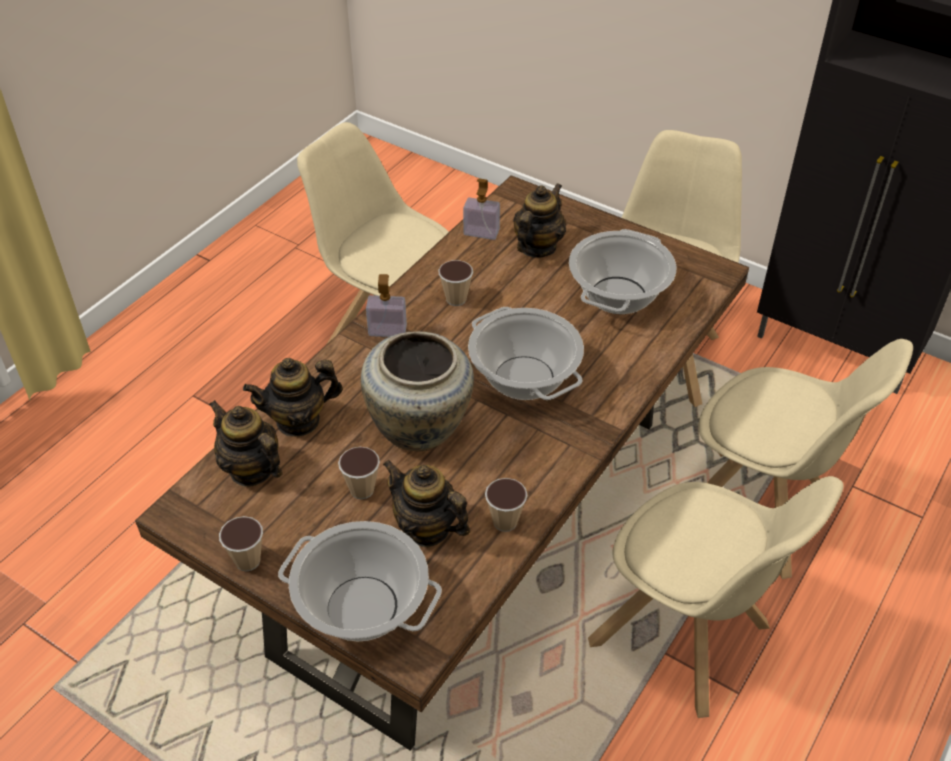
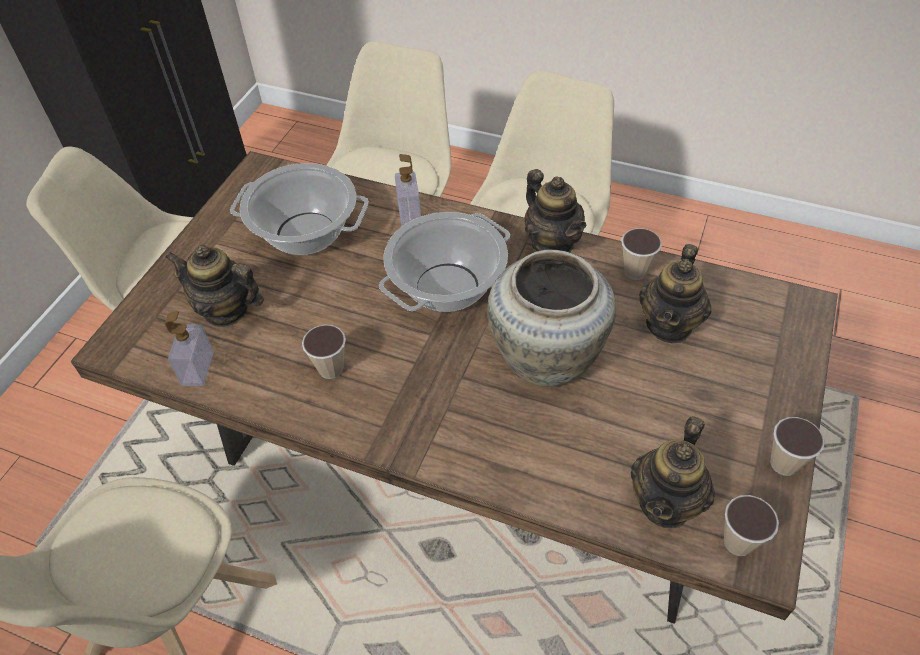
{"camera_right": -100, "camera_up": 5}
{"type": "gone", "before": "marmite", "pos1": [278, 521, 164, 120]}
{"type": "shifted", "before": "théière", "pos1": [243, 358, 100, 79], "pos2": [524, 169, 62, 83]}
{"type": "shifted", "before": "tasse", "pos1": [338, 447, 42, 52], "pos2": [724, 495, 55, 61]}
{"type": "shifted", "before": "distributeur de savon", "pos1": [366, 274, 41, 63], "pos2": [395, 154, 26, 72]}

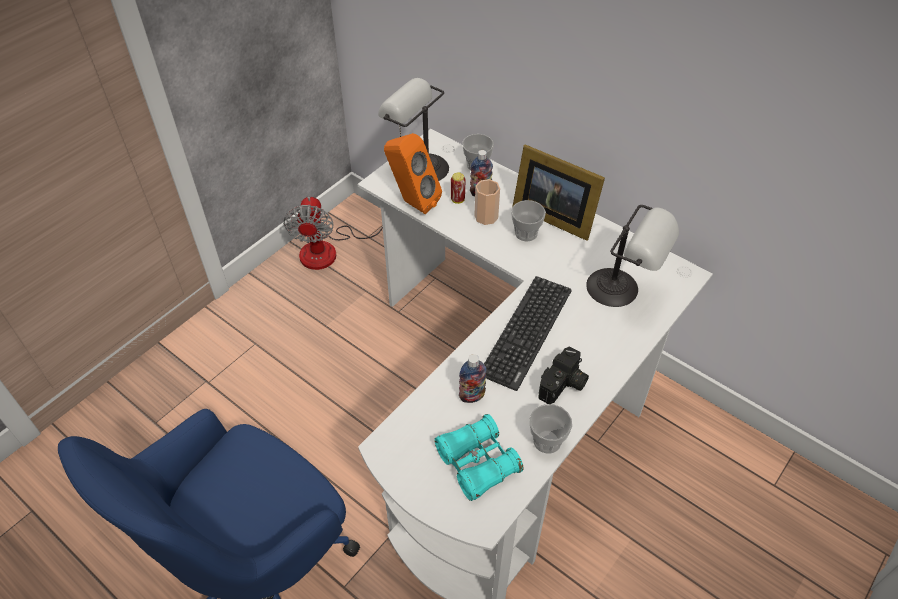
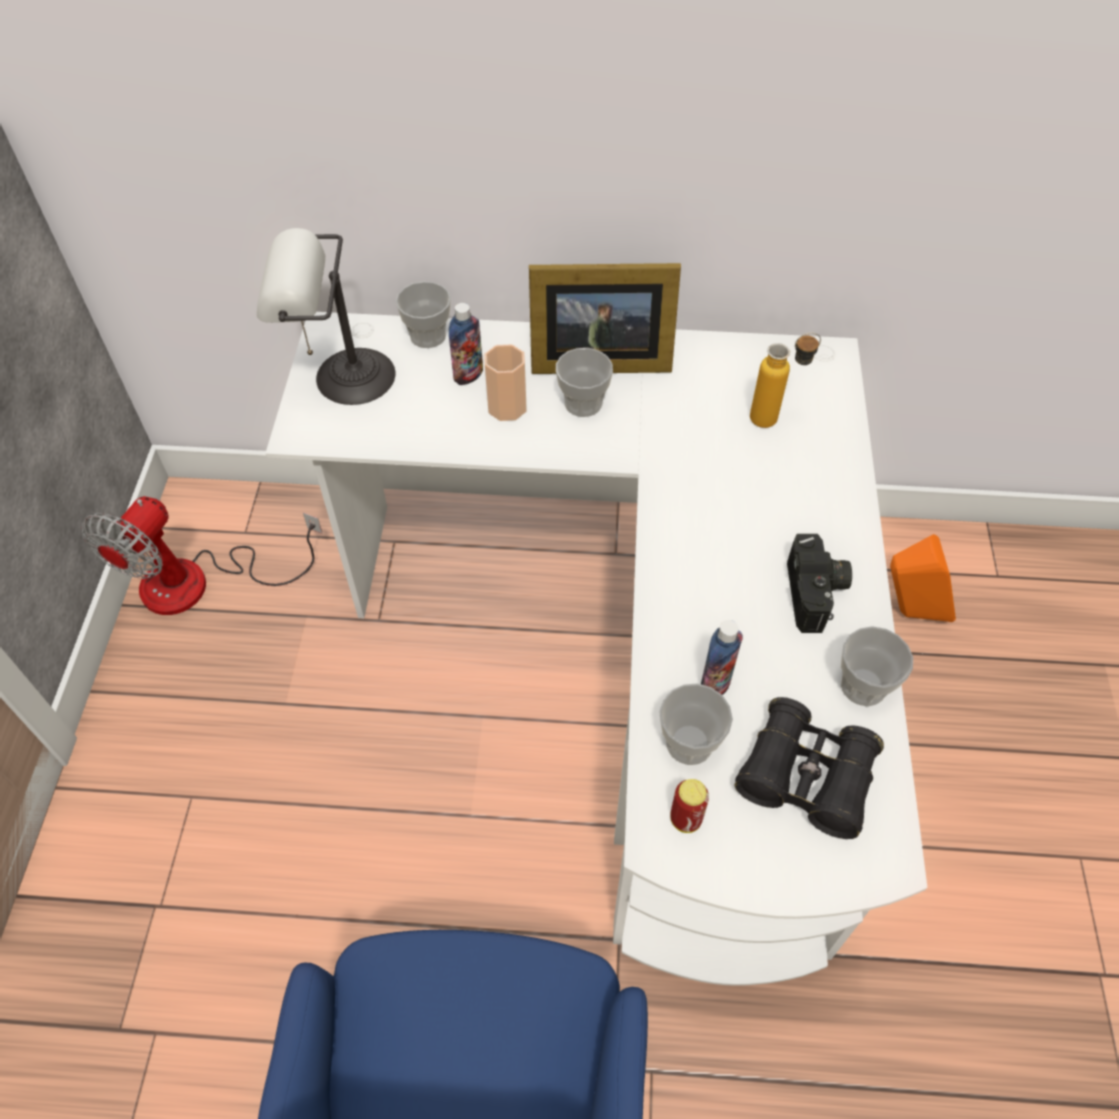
{"camera_right": -35, "camera_up": 5}
{"type": "gone", "before": "clavier", "pos1": [484, 276, 88, 115]}
{"type": "new", "after": "tasse", "pos2": [659, 683, 74, 82]}
{"type": "shifted", "before": "enceinte/orange", "pos1": [384, 133, 58, 81], "pos2": [890, 534, 66, 88]}
{"type": "shifted", "before": "boîte métallique", "pos1": [451, 173, 14, 31], "pos2": [670, 779, 39, 54]}
{"type": "swapped", "before": "lampe de table", "after": "bouteille", "pos1": [586, 205, 93, 102], "pos2": [750, 332, 71, 96]}
{"type": "repainted", "before": "jumelles/turquoise", "after": "jumelles/noir", "pos1": [434, 414, 90, 87], "pos2": [735, 697, 149, 142]}
{"type": "rotated", "before": "ventilateur", "pos1": [283, 197, 100, 73], "pos2": [82, 496, 241, 119], "turn": 60}

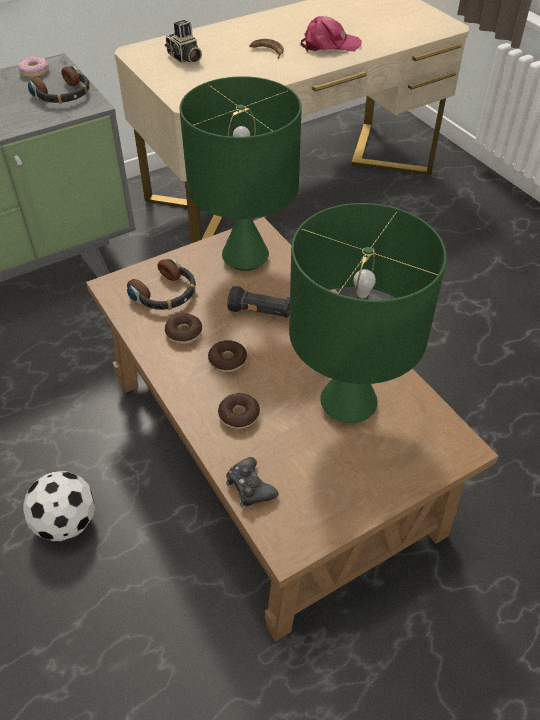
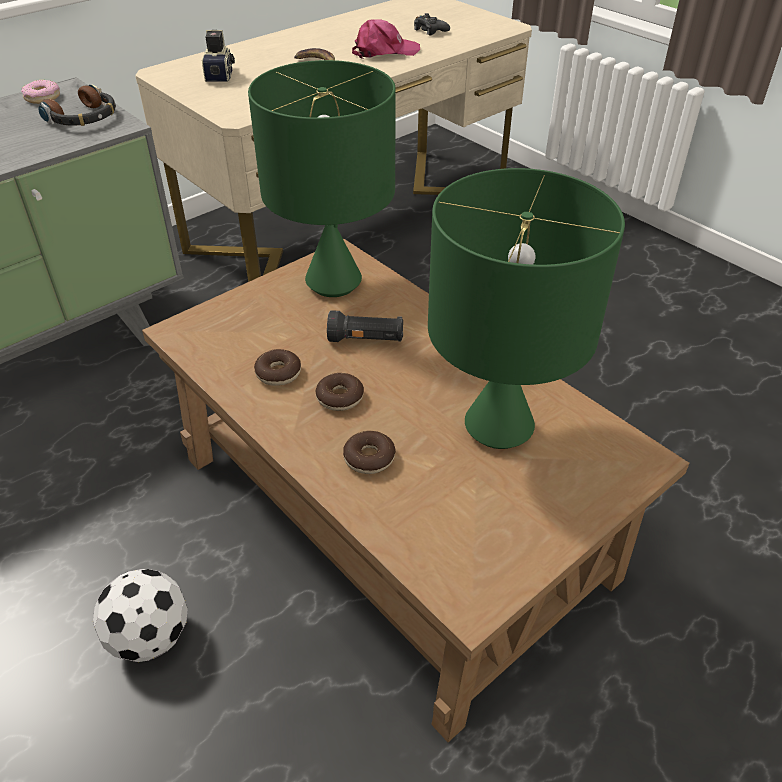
{"camera_right": -10, "camera_up": -5}
{"type": "gone", "before": "casque audio", "pos1": [127, 259, 69, 51]}
{"type": "shifted", "before": "manette/noir", "pos1": [226, 457, 53, 50], "pos2": [414, 13, 36, 22]}
{"type": "rotated", "before": "appareil photo", "pos1": [165, 20, 37, 44], "pos2": [202, 30, 33, 52], "turn": -135}

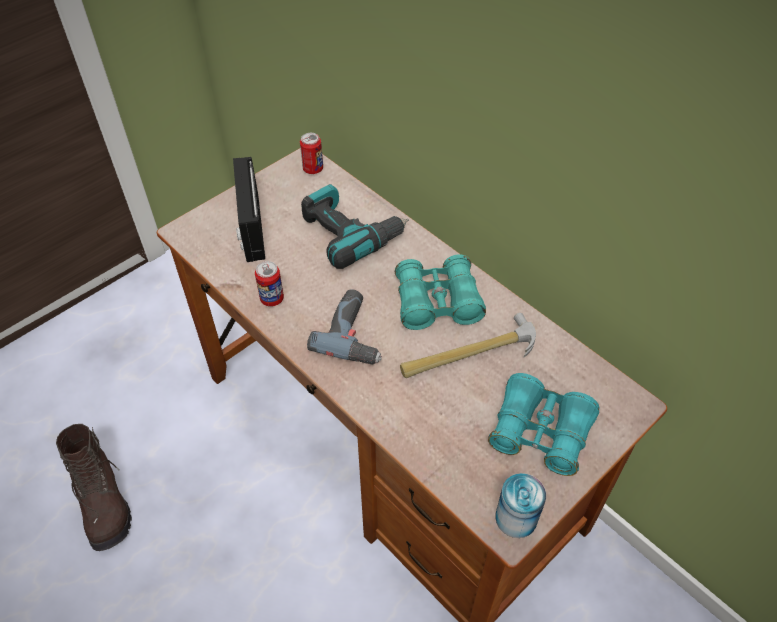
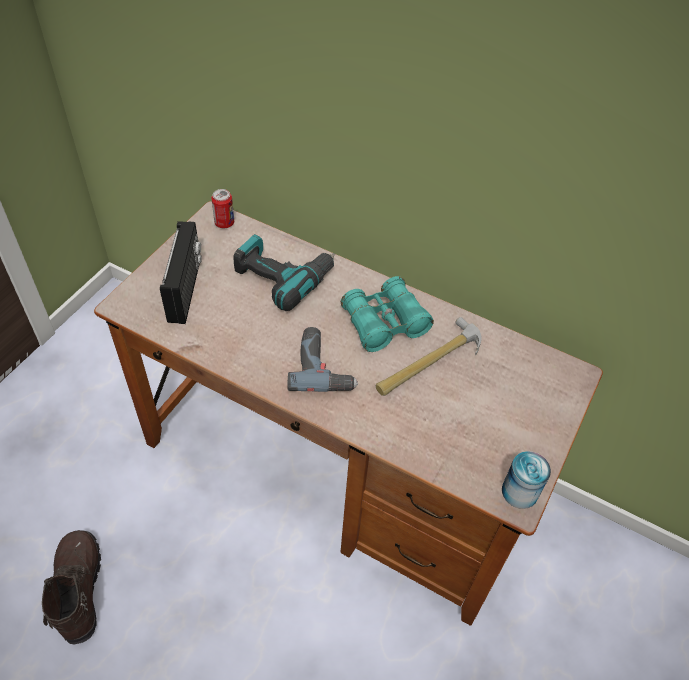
{"camera_right": -20, "camera_up": 0}
{"type": "gone", "before": "boîte métallique", "pos1": [255, 261, 29, 46]}
{"type": "gone", "before": "jumelles/turquoise", "pos1": [488, 373, 111, 103]}
{"type": "rotated", "before": "botte/marron", "pos1": [56, 424, 76, 127], "pos2": [42, 530, 59, 115], "turn": -150}
{"type": "rotated", "before": "radio", "pos1": [233, 157, 32, 105], "pos2": [160, 221, 42, 103], "turn": -150}

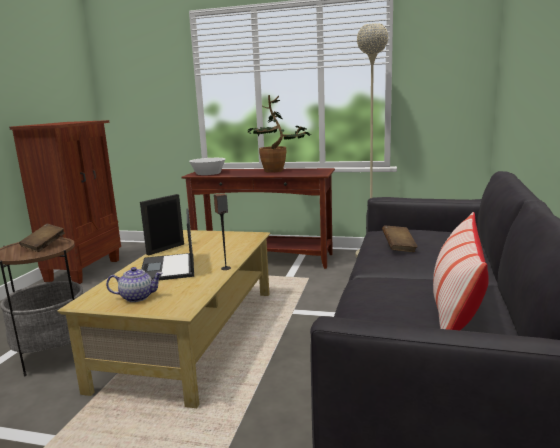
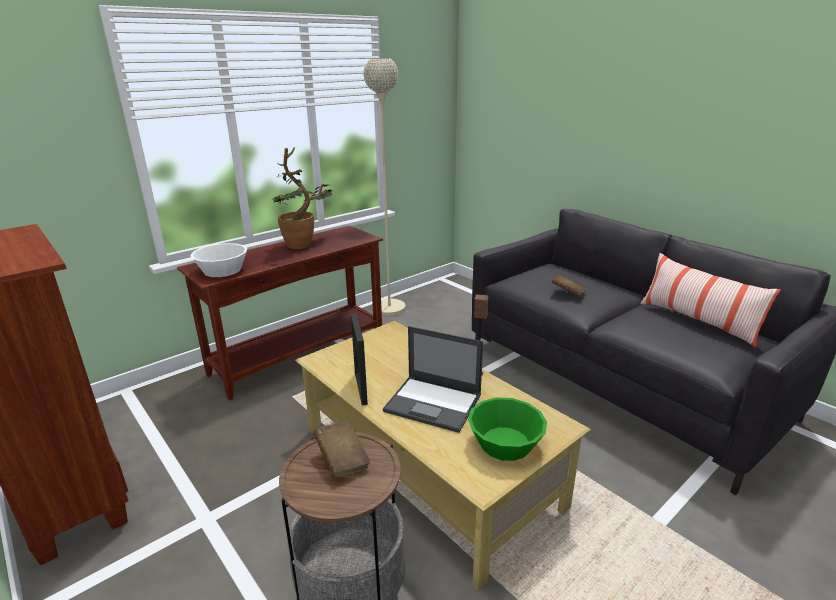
{"camera_right": -55, "camera_up": 10}
{"type": "swapped", "before": "théière", "after": "bol/vert", "pos1": [106, 267, 57, 35], "pos2": [468, 397, 79, 64]}

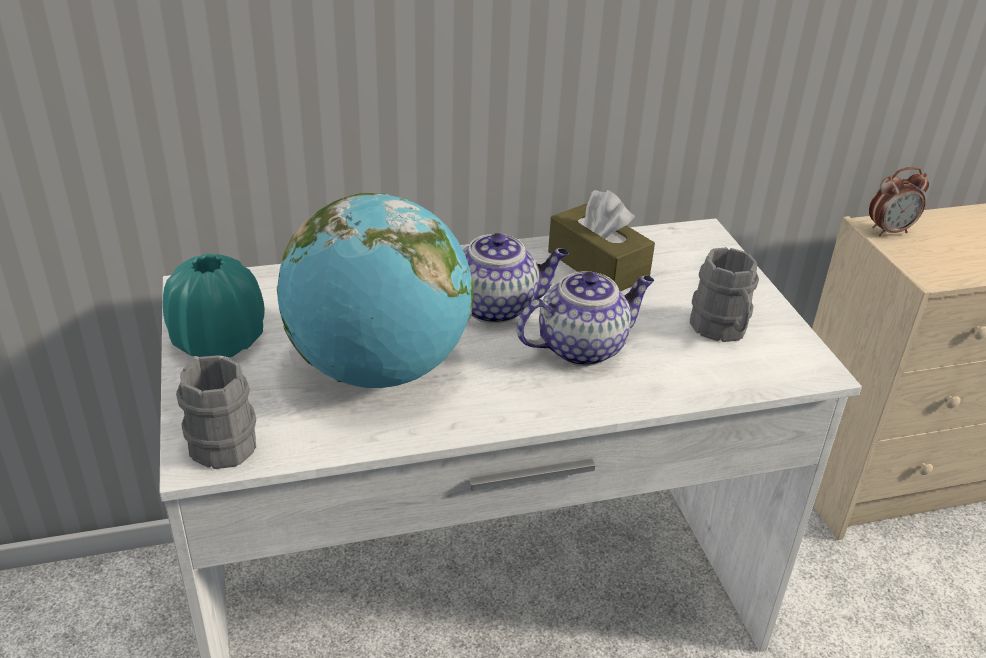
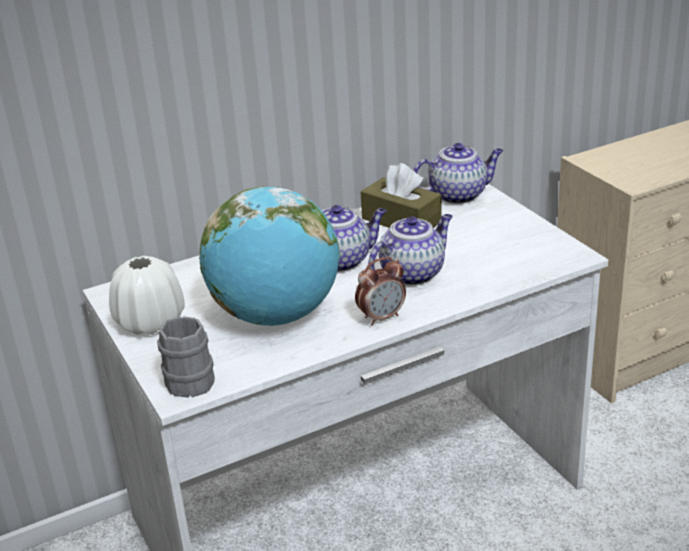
{"camera_right": -10, "camera_up": -5}
{"type": "gone", "before": "mug/gris", "pos1": [690, 247, 69, 95]}
{"type": "new", "after": "théière", "pos2": [413, 143, 90, 61]}
{"type": "shifted", "before": "réveil", "pos1": [869, 167, 60, 69], "pos2": [355, 257, 51, 69]}
{"type": "repainted", "before": "vase/turquoise", "after": "vase/blanc", "pos1": [163, 254, 102, 104], "pos2": [109, 256, 76, 79]}

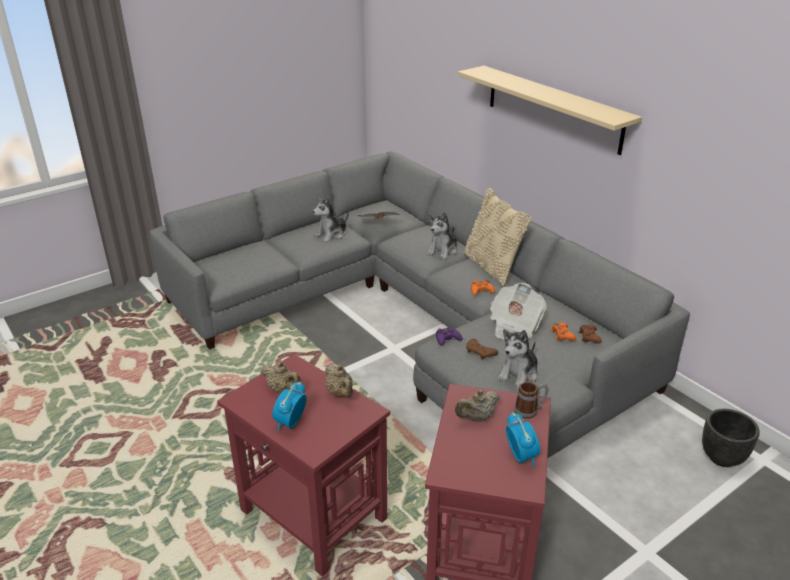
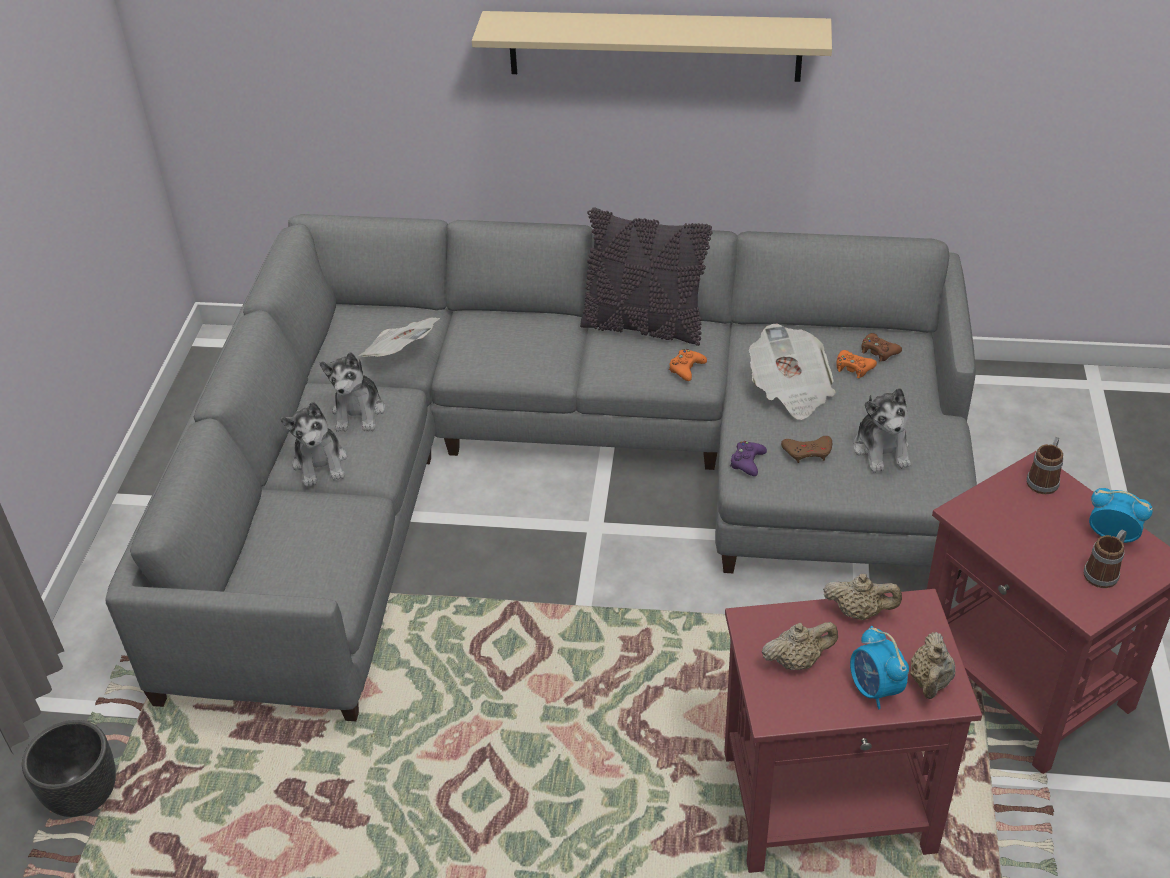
{"camera_right": -45, "camera_up": 10}
{"type": "new", "after": "mug", "pos2": [1084, 529, 43, 59]}
{"type": "shifted", "before": "peluche", "pos1": [427, 212, 31, 48], "pos2": [280, 402, 67, 85]}
{"type": "shifted", "before": "théière/beige", "pos1": [455, 390, 45, 32], "pos2": [910, 632, 45, 67]}
{"type": "shifted", "before": "cache-pot/noir", "pos1": [702, 409, 58, 58], "pos2": [22, 720, 94, 97]}
{"type": "repainted", "before": "coussin/beige", "after": "coussin/noir", "pos1": [464, 188, 68, 99], "pos2": [580, 207, 133, 139]}

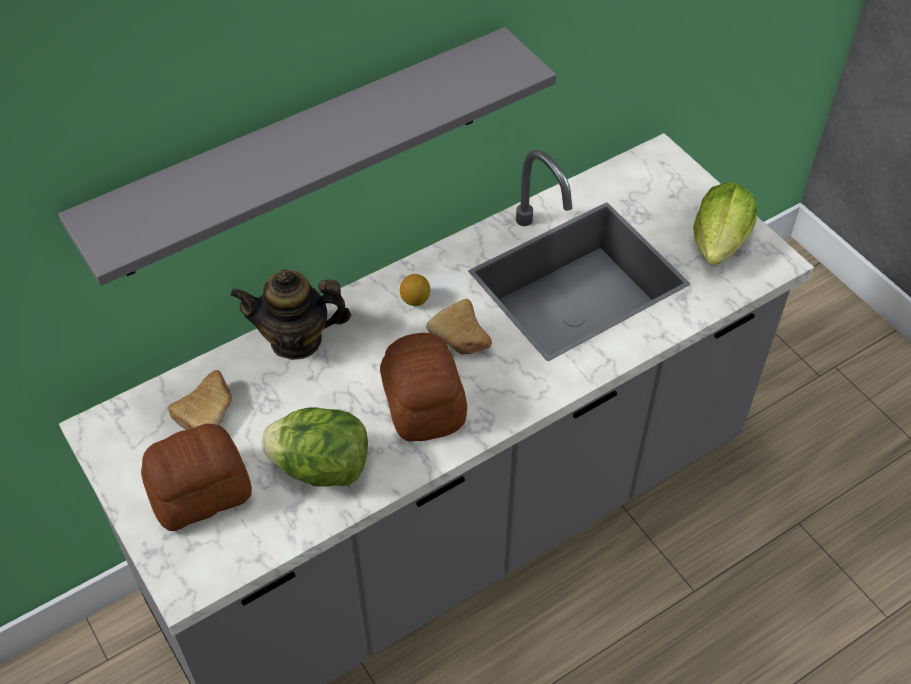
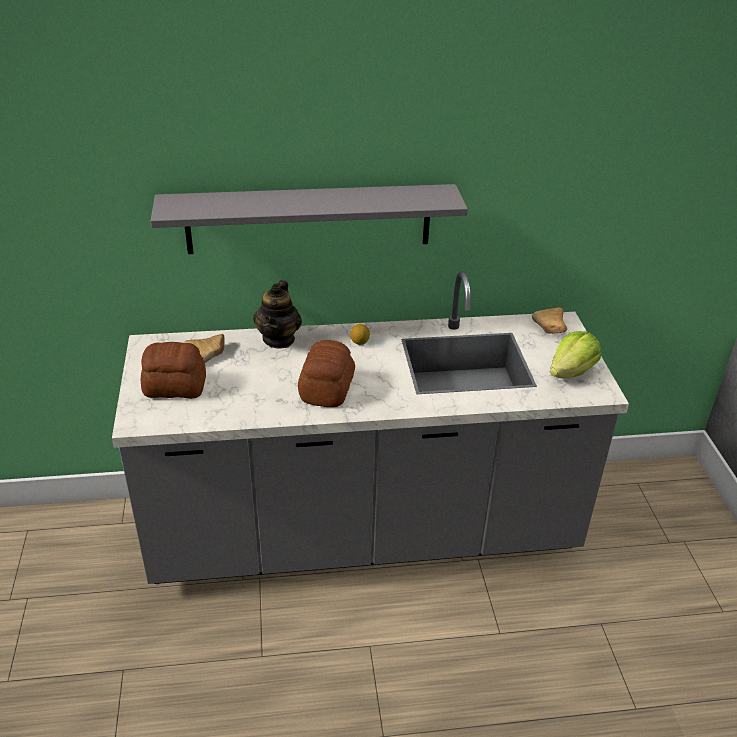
{"camera_right": 25, "camera_up": -15}
{"type": "gone", "before": "laitue", "pos1": [261, 407, 107, 80]}
{"type": "shifted", "before": "pain", "pos1": [426, 299, 66, 56], "pos2": [532, 307, 35, 27]}
{"type": "rotated", "before": "théière", "pos1": [230, 269, 121, 91], "pos2": [253, 280, 49, 69], "turn": -105}

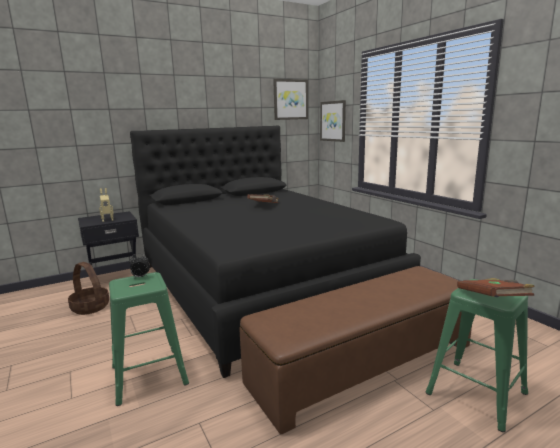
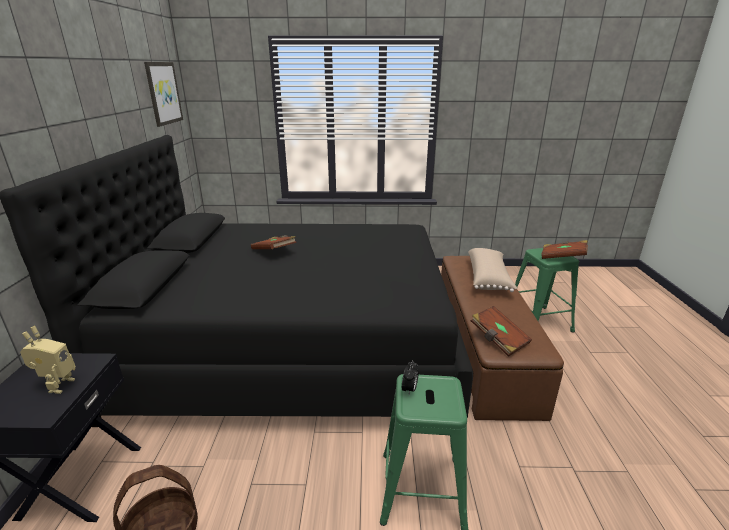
{"camera_right": -60, "camera_up": 10}
{"type": "gone", "before": "tableau", "pos1": [320, 100, 26, 42]}
{"type": "new", "after": "coussin/beige", "pos2": [468, 248, 49, 44]}
{"type": "new", "after": "livre/marron", "pos2": [471, 306, 61, 51]}

